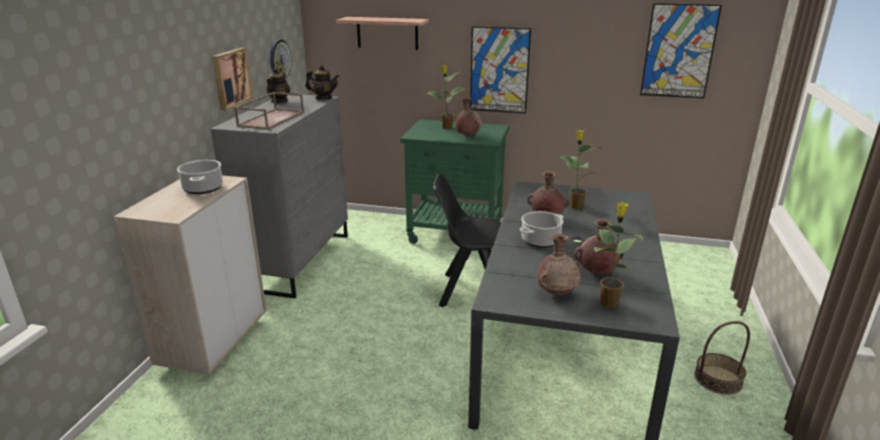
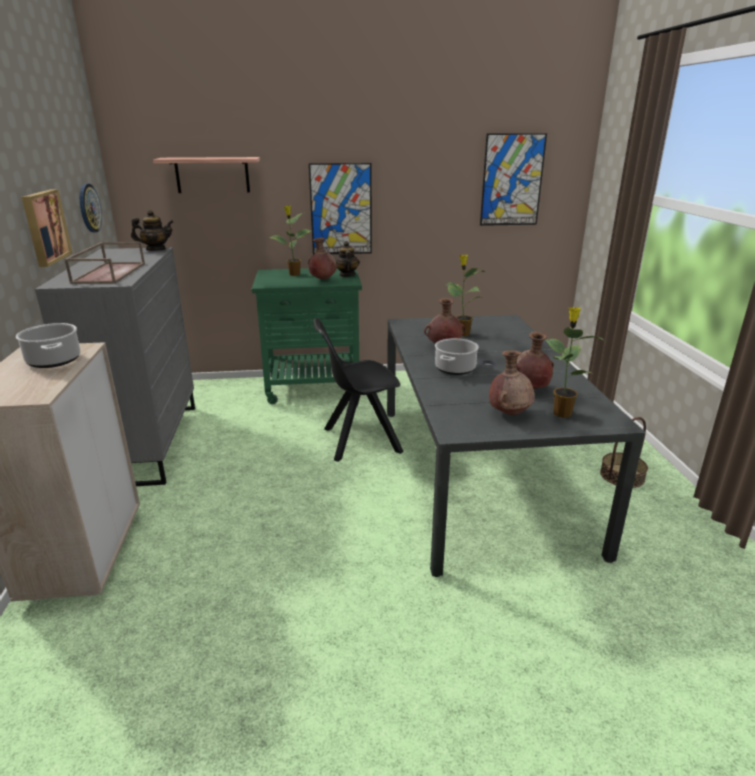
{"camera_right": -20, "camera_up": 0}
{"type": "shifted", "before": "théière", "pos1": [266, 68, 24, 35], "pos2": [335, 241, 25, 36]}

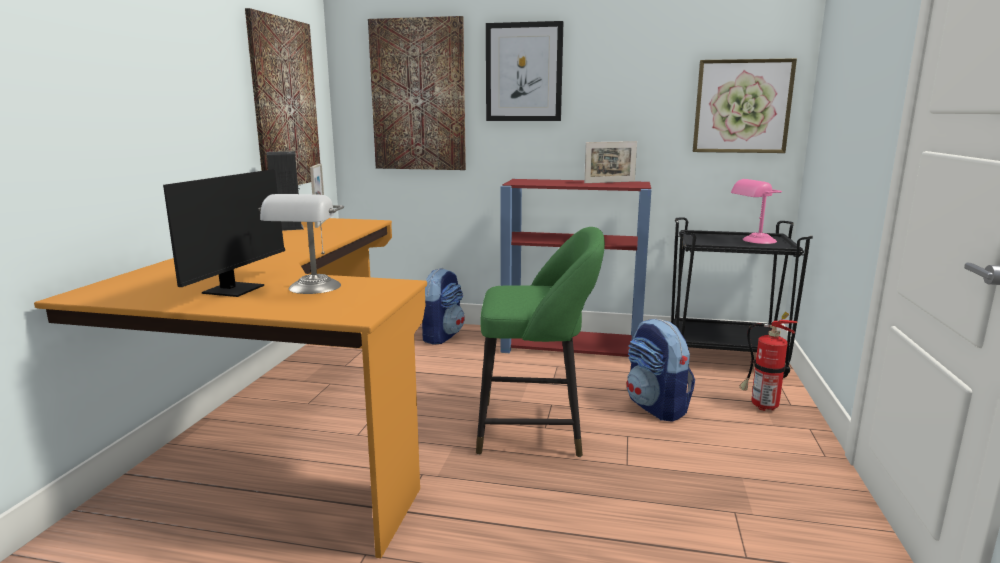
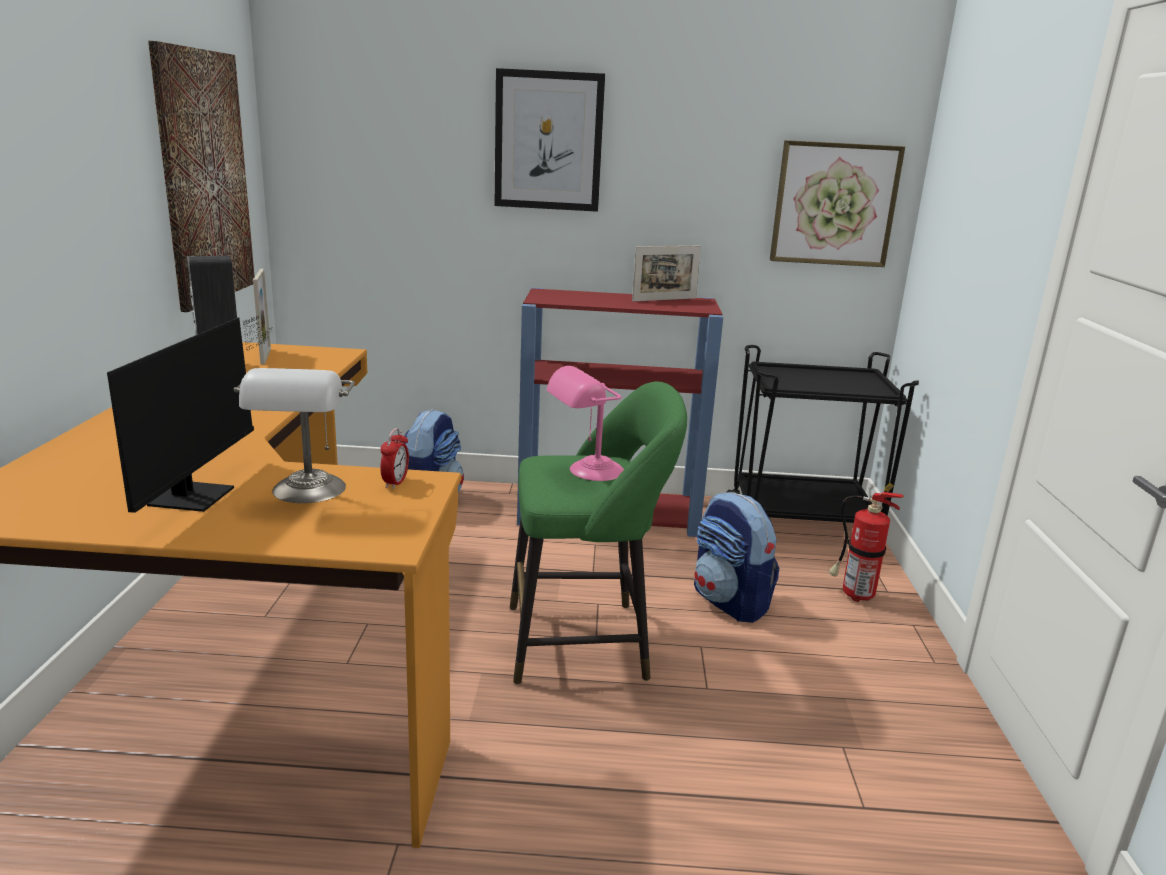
{"camera_right": -10, "camera_up": 5}
{"type": "gone", "before": "tableau", "pos1": [368, 16, 98, 154]}
{"type": "new", "after": "réveil", "pos2": [380, 428, 29, 61]}
{"type": "shifted", "before": "lampe de table/rose", "pos1": [731, 179, 51, 65], "pos2": [546, 366, 78, 115]}

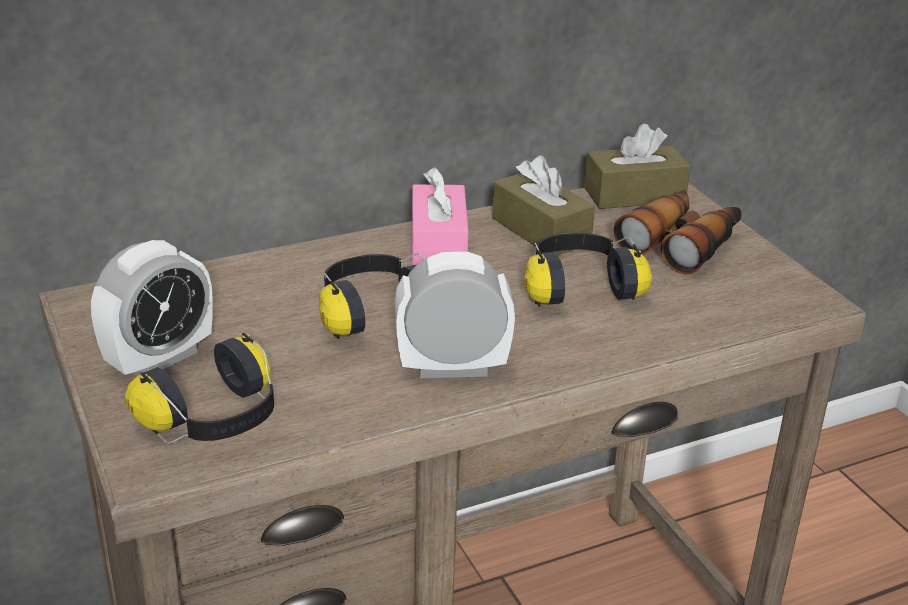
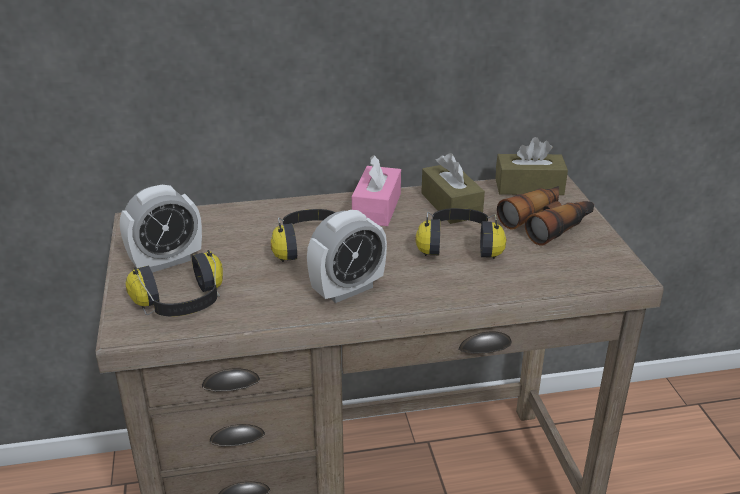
{"camera_right": 15, "camera_up": 0}
{"type": "rotated", "before": "réveil", "pos1": [395, 251, 120, 127], "pos2": [307, 210, 80, 93], "turn": 135}

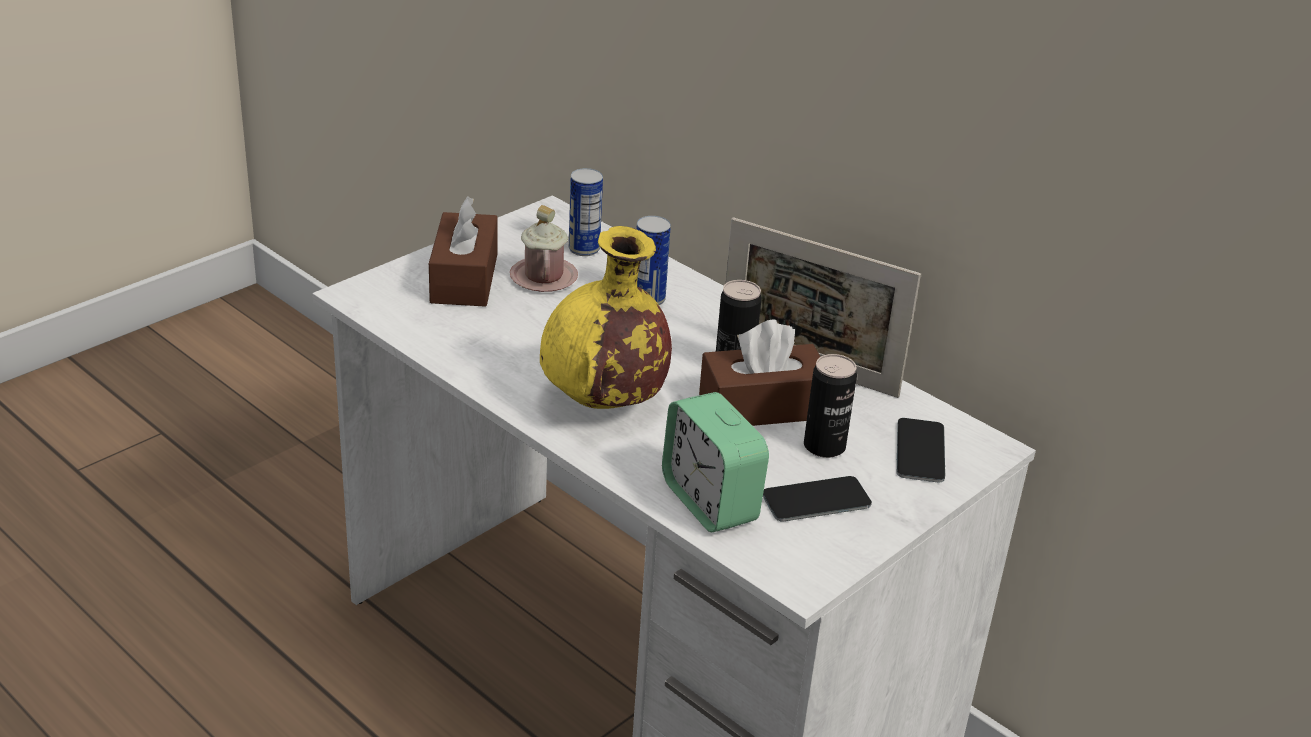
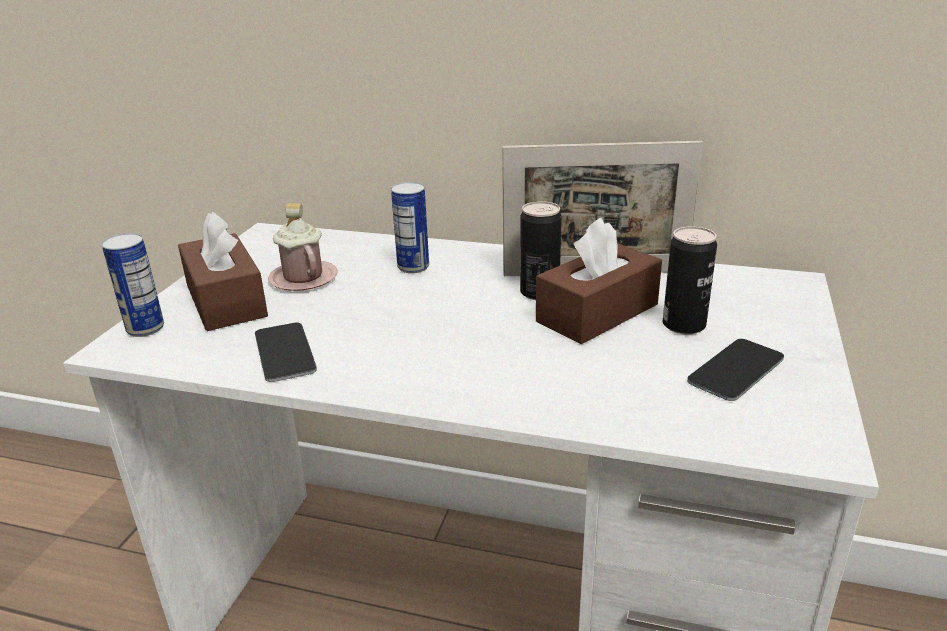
{"camera_right": -25, "camera_up": -5}
{"type": "gone", "before": "vase/jaune", "pos1": [540, 226, 132, 183]}
{"type": "gone", "before": "réveil", "pos1": [662, 392, 107, 140]}
{"type": "shifted", "before": "boîte métallique", "pos1": [569, 168, 34, 88], "pos2": [101, 233, 63, 104]}
{"type": "shifted", "before": "téléphone", "pos1": [897, 418, 48, 64], "pos2": [255, 322, 62, 60]}

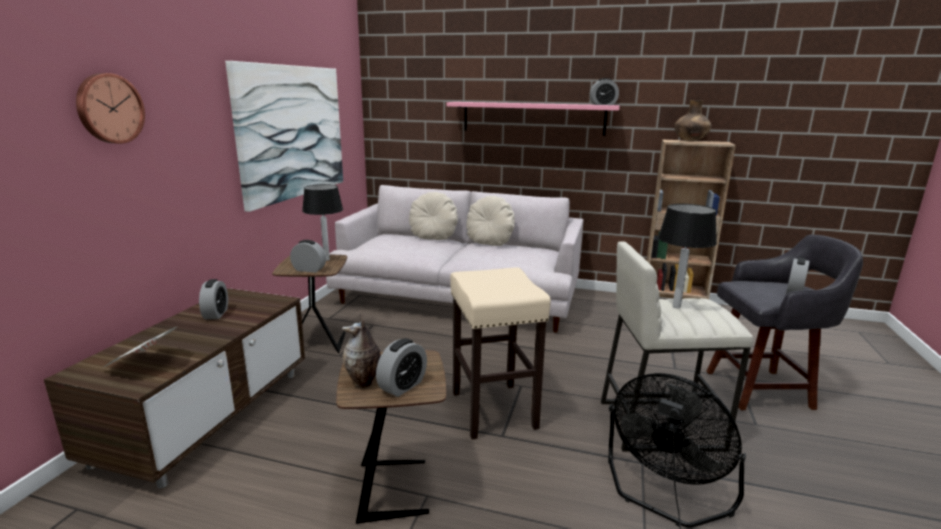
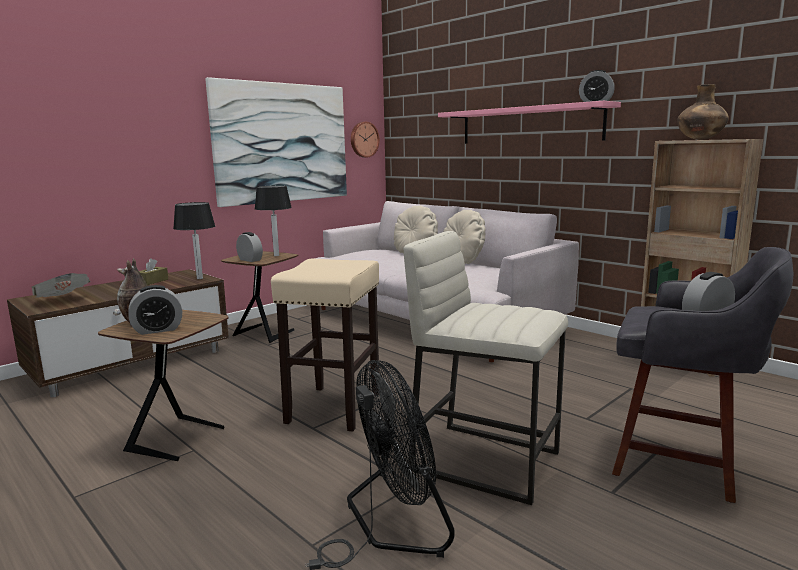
{"camera_right": 30, "camera_up": -5}
{"type": "shifted", "before": "horloge murale", "pos1": [76, 73, 69, 71], "pos2": [351, 122, 29, 36]}
{"type": "shifted", "before": "lampe de table", "pos1": [658, 204, 59, 104], "pos2": [173, 202, 42, 77]}
{"type": "swapped", "before": "réveil", "after": "boîte à mouchoirs/marron", "pos1": [199, 279, 29, 40], "pos2": [139, 258, 29, 27]}

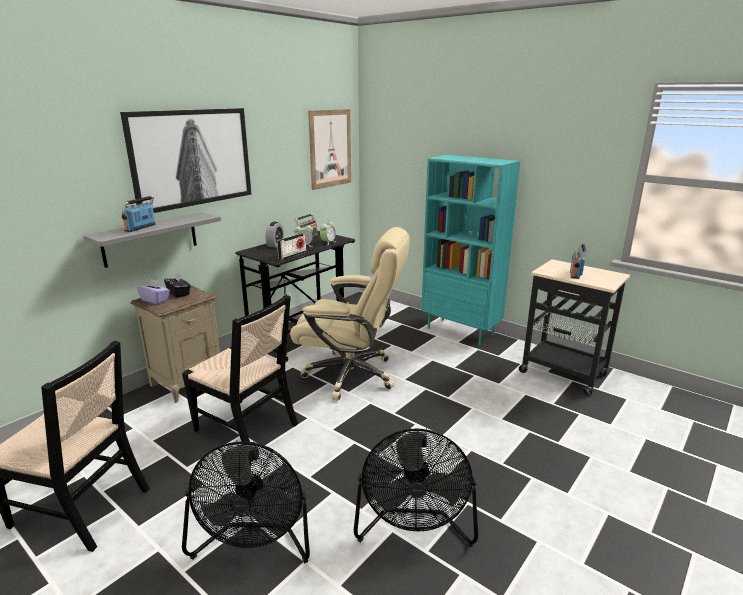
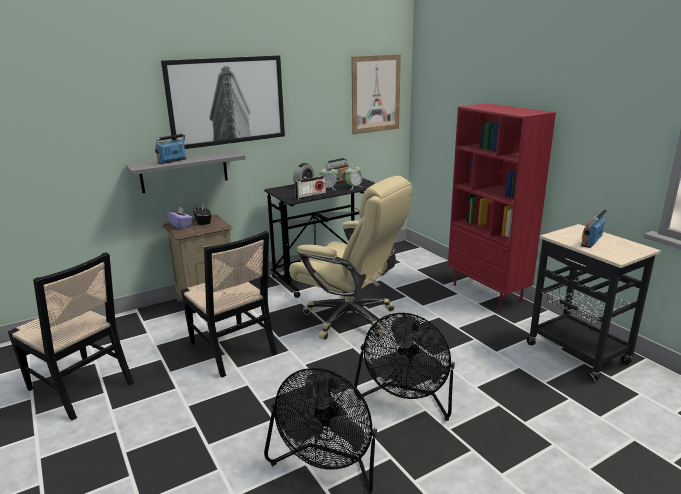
{"camera_right": 20, "camera_up": 0}
{"type": "shifted", "before": "ventilateur/noir", "pos1": [182, 441, 128, 123], "pos2": [354, 312, 101, 109]}
{"type": "repainted", "before": "bibliothèque/turquoise", "after": "bibliothèque/rouge", "pos1": [421, 155, 99, 190], "pos2": [448, 103, 108, 207]}

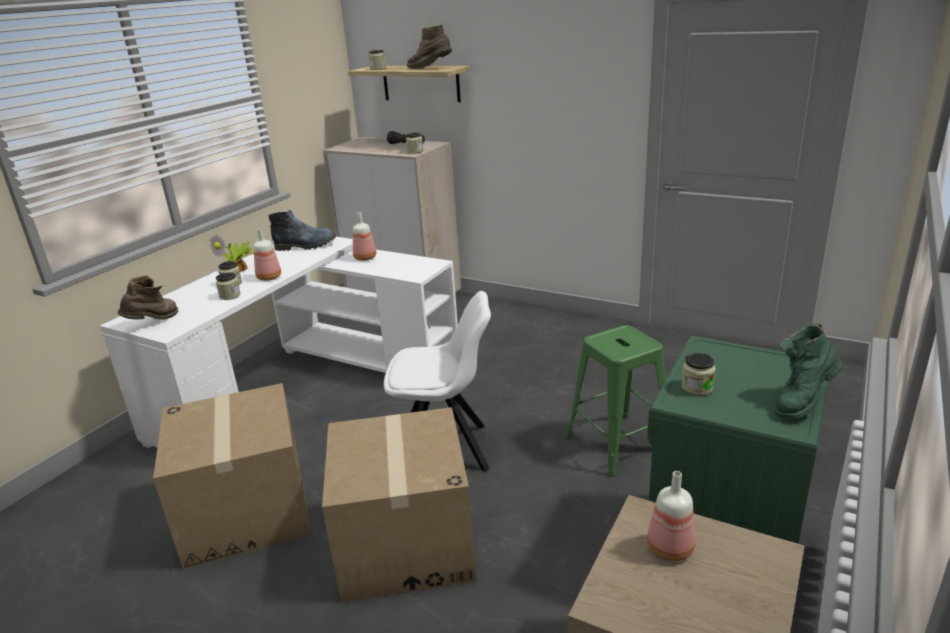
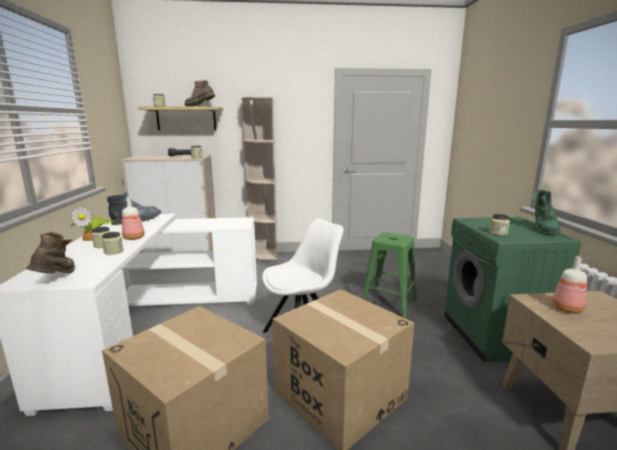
{"camera_right": -35, "camera_up": -10}
{"type": "gone", "before": "bouteille", "pos1": [353, 212, 23, 49]}
{"type": "new", "after": "bibliothèque/beige", "pos2": [241, 97, 36, 165]}

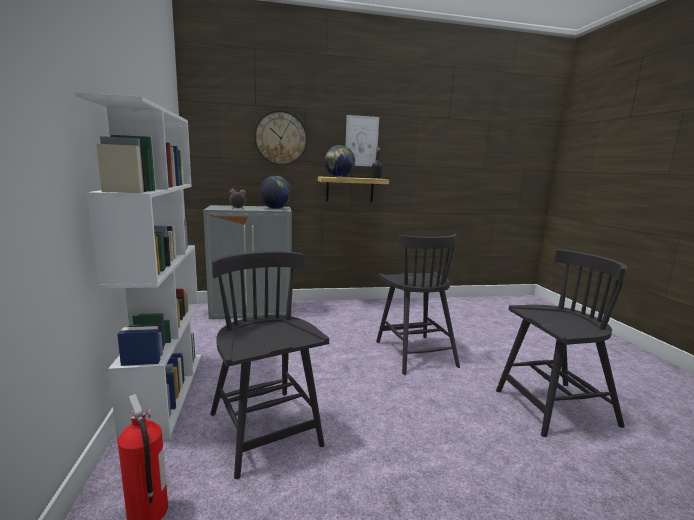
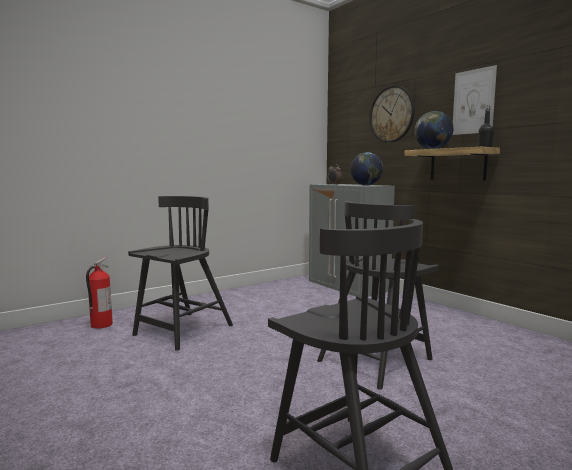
{"camera_right": 65, "camera_up": -5}
{"type": "gone", "before": "bibliothèque/blanc", "pos1": [75, 92, 126, 352]}

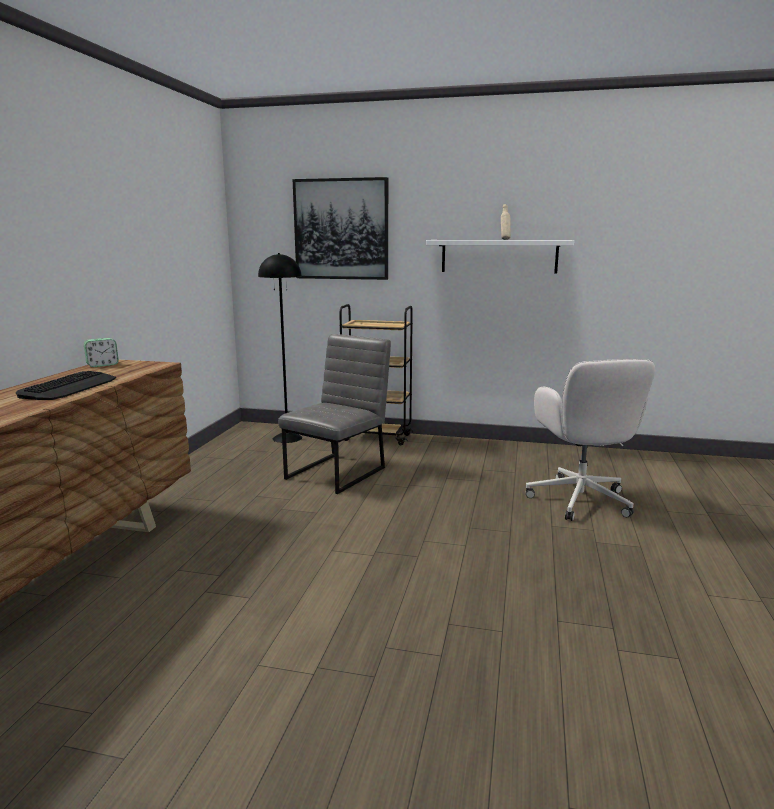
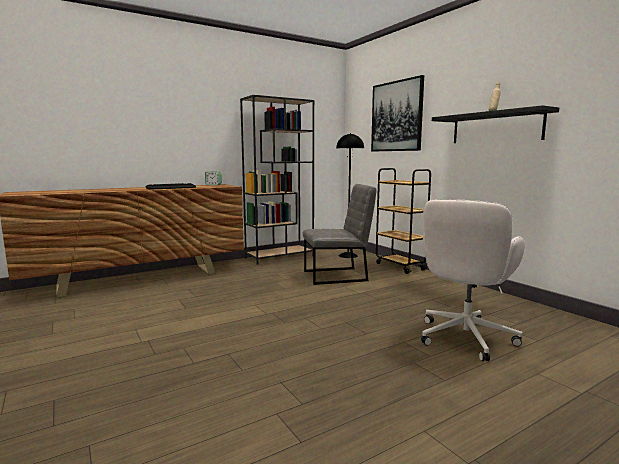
{"camera_right": 45, "camera_up": -5}
{"type": "new", "after": "bibliothèque", "pos2": [240, 95, 74, 170]}
{"type": "repainted", "before": "étagère/blanc", "after": "étagère/noir", "pos1": [426, 240, 148, 34], "pos2": [432, 105, 127, 38]}

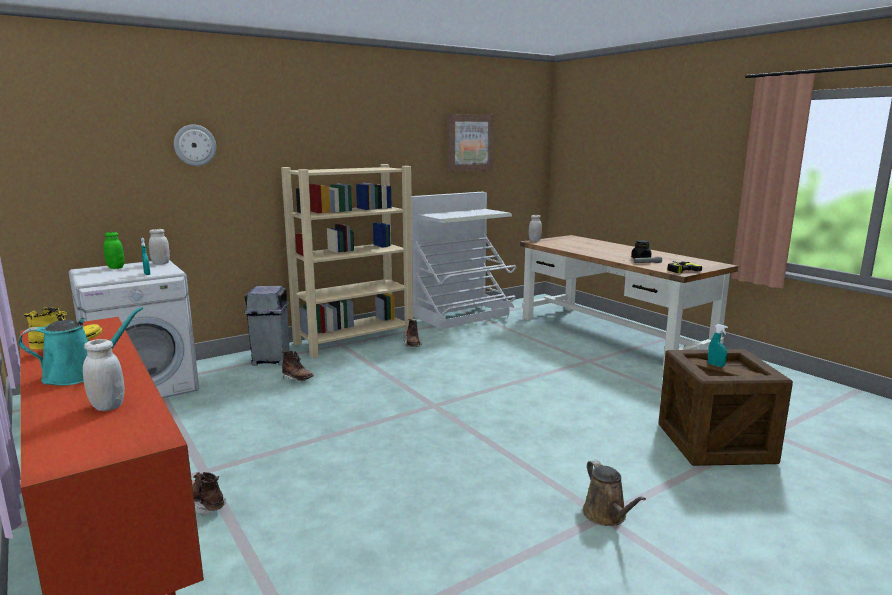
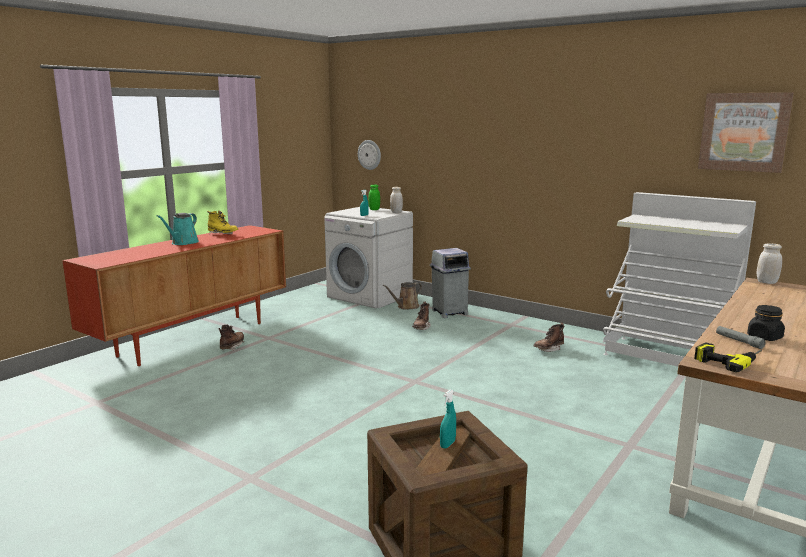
{"camera_right": 70, "camera_up": 0}
{"type": "gone", "before": "bocal/blanc", "pos1": [83, 339, 42, 72]}
{"type": "gone", "before": "bibliothèque/beige", "pos1": [281, 164, 132, 194]}
{"type": "shifted", "before": "horloge murale", "pos1": [174, 125, 42, 41], "pos2": [358, 140, 23, 30]}
{"type": "shifted", "before": "arrosoir/marron", "pos1": [583, 460, 63, 66], "pos2": [383, 282, 39, 28]}
{"type": "rotated", "before": "arrosoir/turquoise", "pos1": [18, 307, 125, 79], "pos2": [157, 213, 42, 32], "turn": 60}

